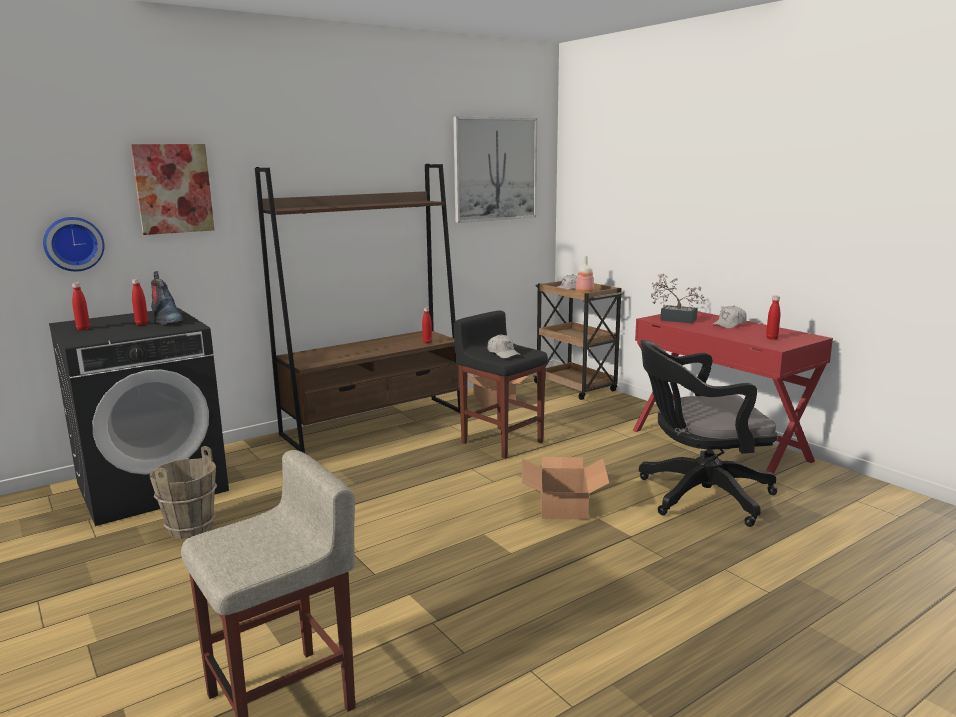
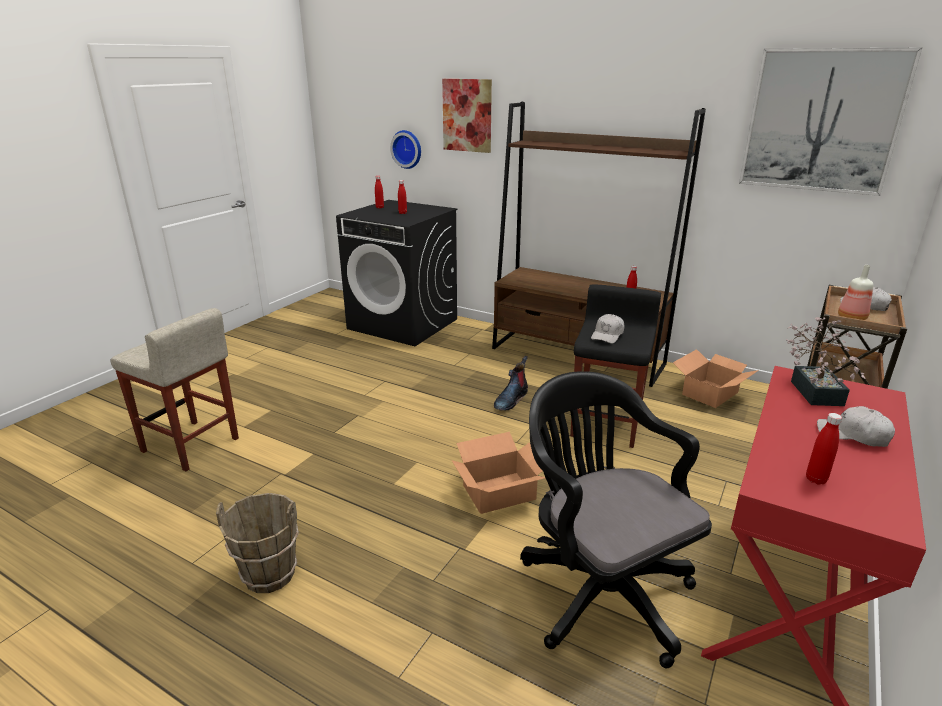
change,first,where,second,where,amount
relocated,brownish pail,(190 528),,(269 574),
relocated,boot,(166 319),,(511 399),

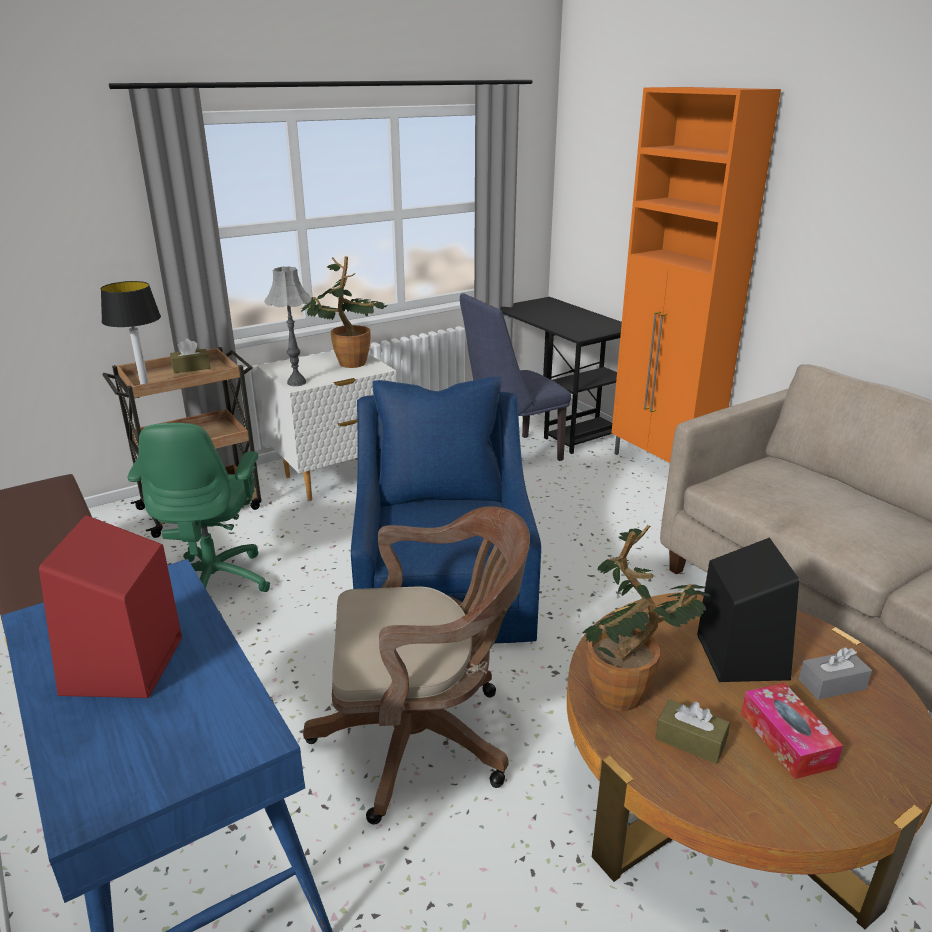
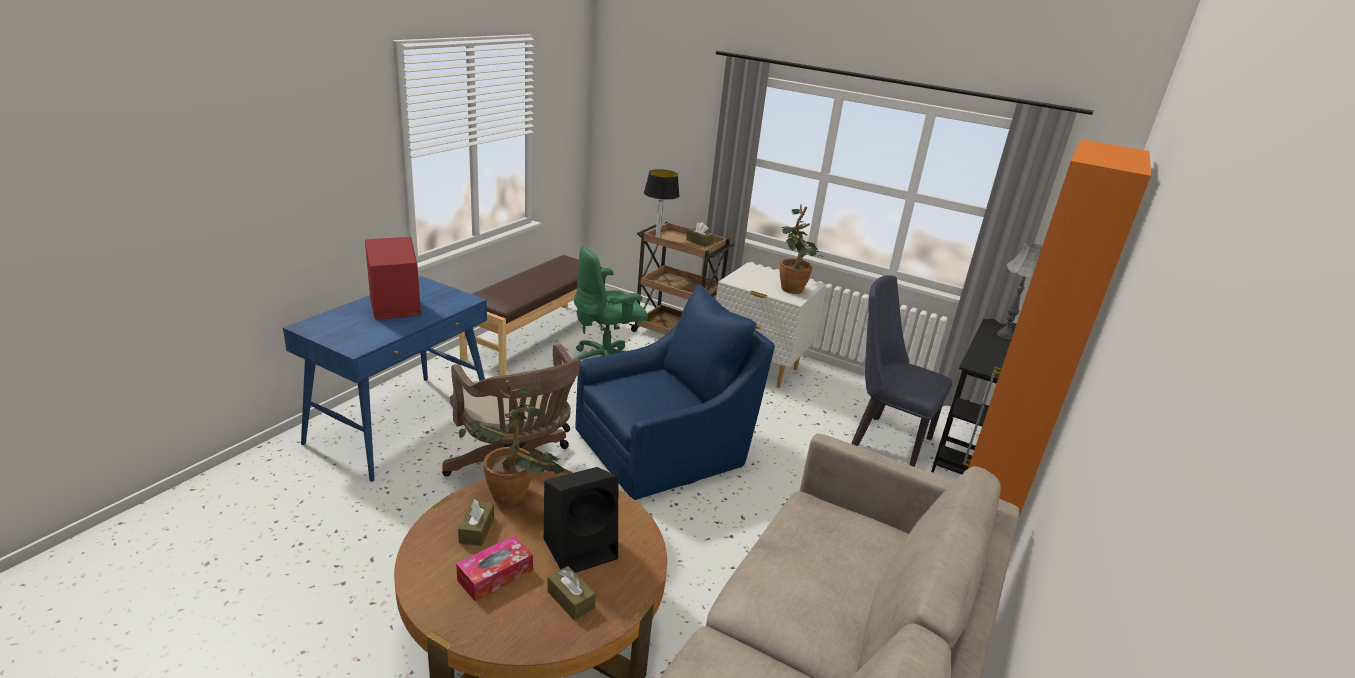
change,first,where,second,where,amount
colour,greyish box of tissues,(832 684),brownish box of tissues,(570 600),
relocated,greyish tabletop lamp,(297 383),,(1005 335),

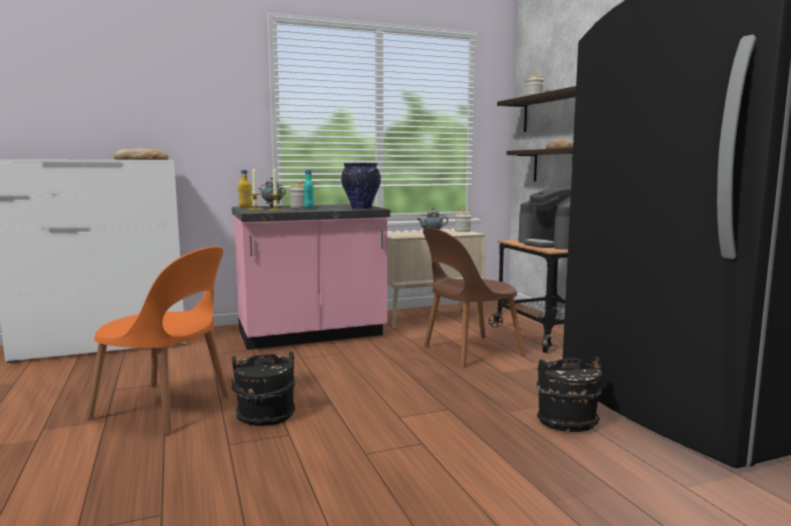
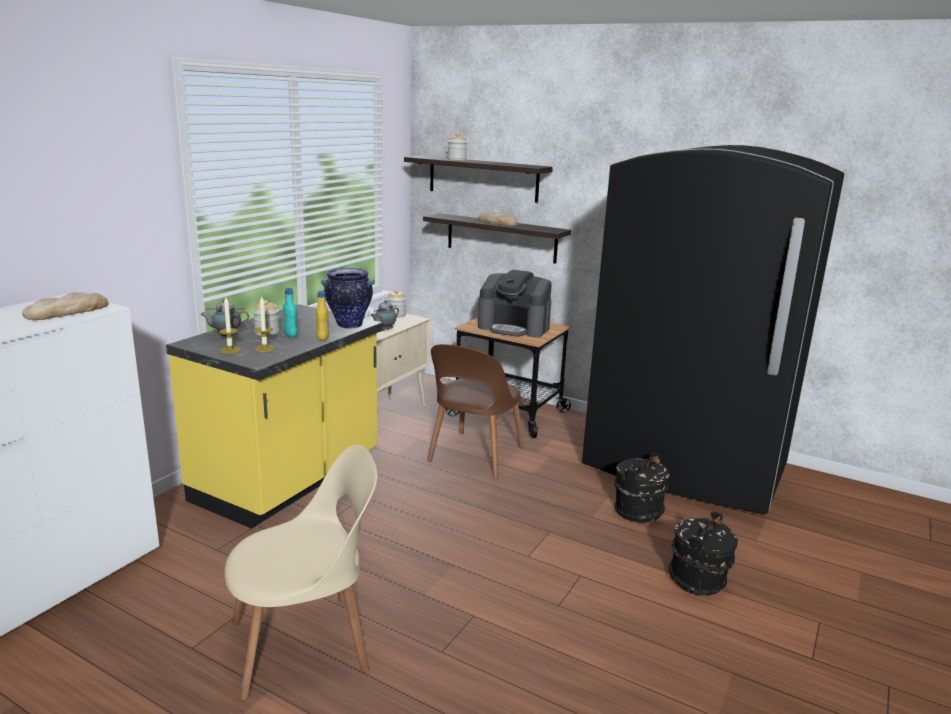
change,first,where,second,where,amount
colour,pinkish kitchen counter,(311 334),yellow-coloured kitchen counter,(289 481),
colour,orange chair,(165 408),sand-coloured chair,(306 644),
relocated,yellow-coloured bottle,(245 207),,(322 339),
relocated,black pail,(265 415),,(698 580),

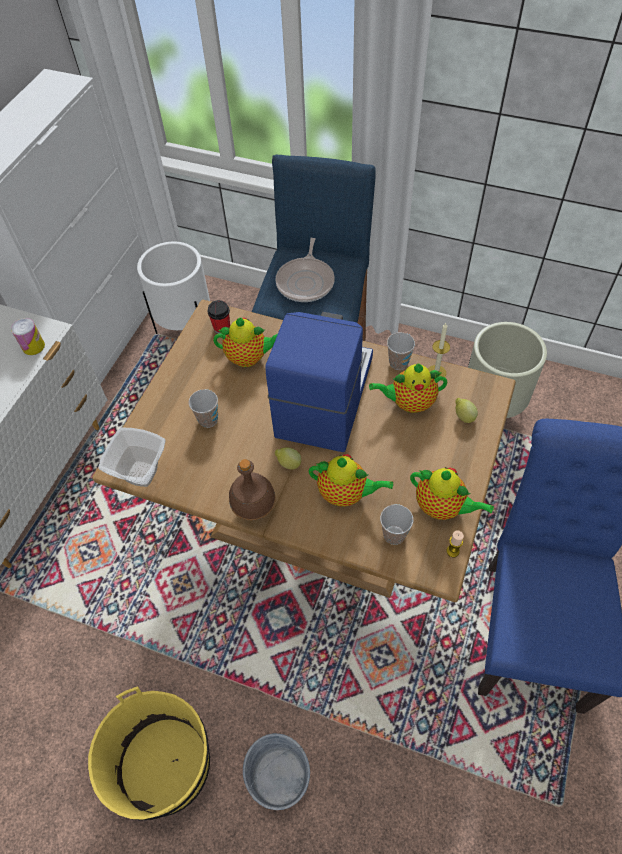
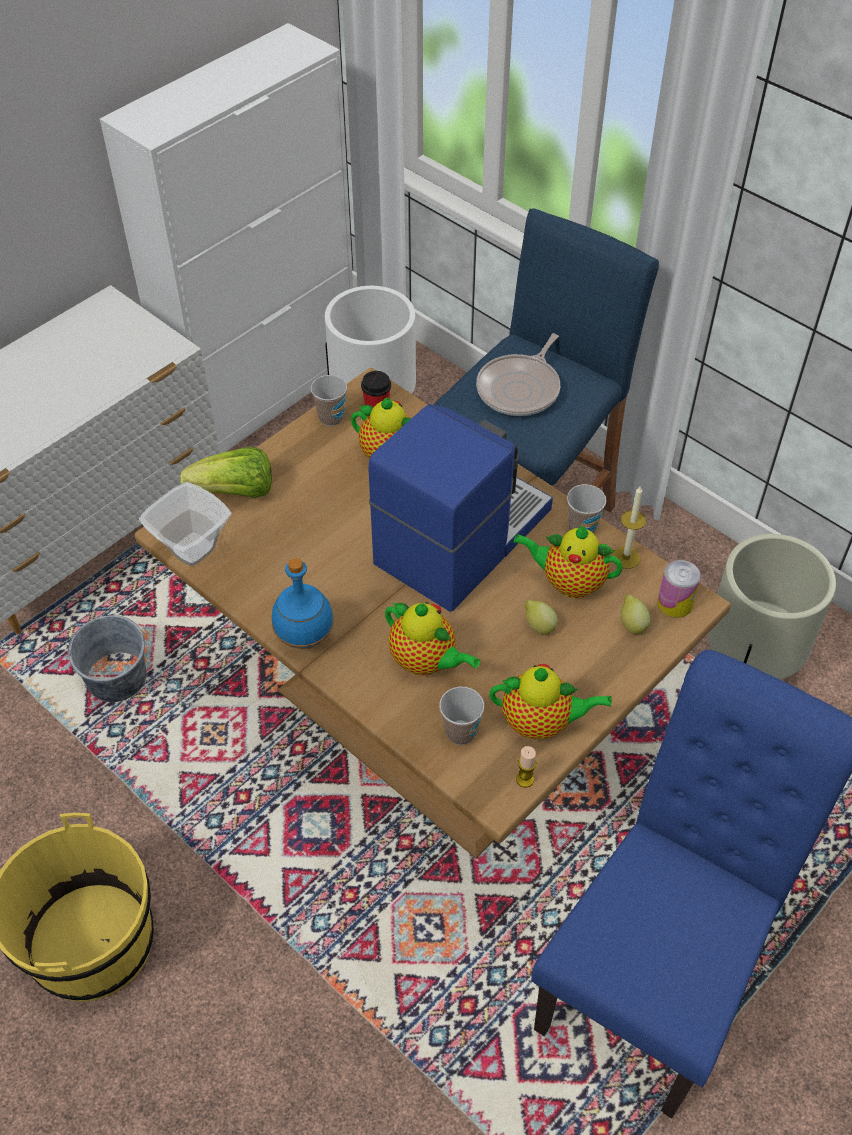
change,first,where,second,where,amount
relocated,greyish pail,(279 777),,(116 678),
appeared,,,head of lettuce,(235 492),
colour,brownish bottle,(254 508),bluish bottle,(305 638),
relocated,cup,(208 420),,(331 418),
spun,teapot,(442 507),,(541 723),45 degrees counterclockwise
relocated,citrus fruit,(288 464),,(538 626),
relocated,sealed can,(33 346),,(675 603),

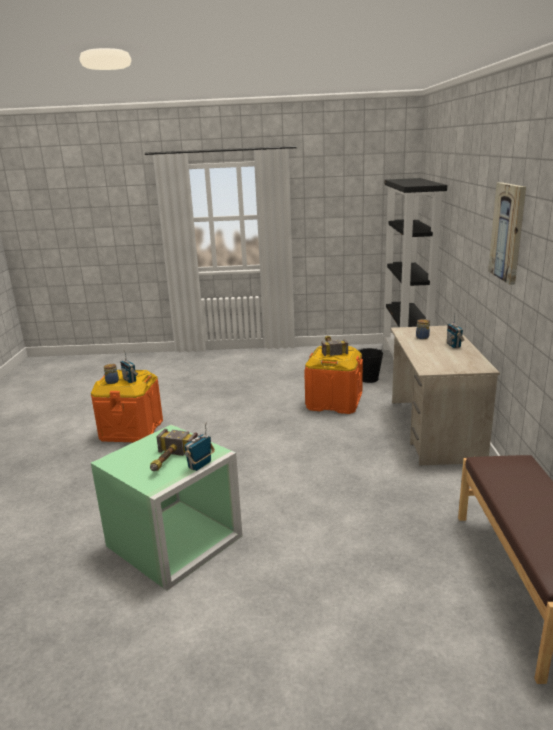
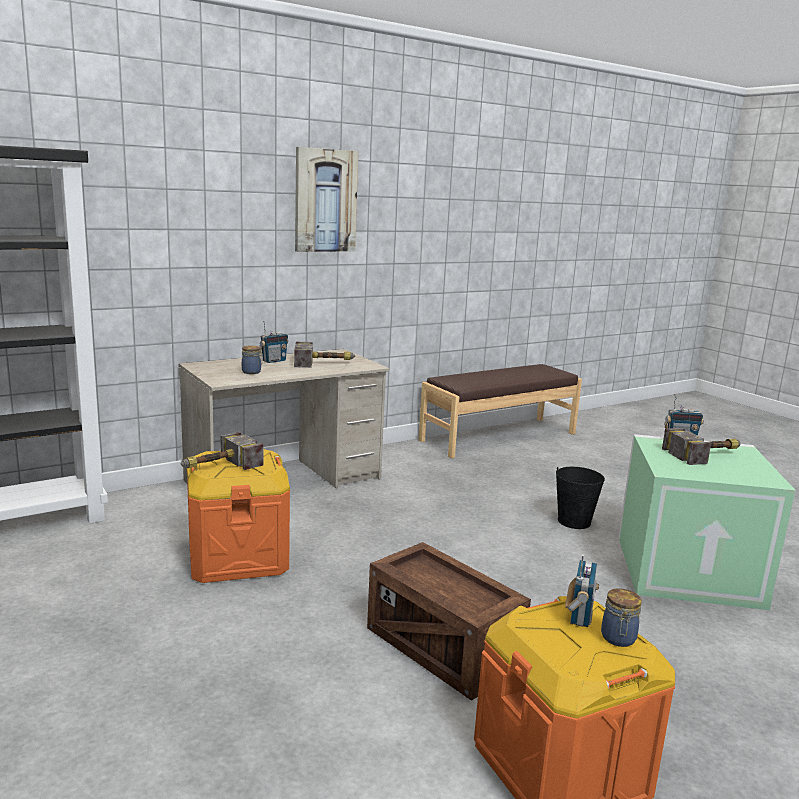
change,first,where,second,where,amount
appeared,,,hand hammer,(325 363),
appeared,,,crate,(442 648),
relocated,black pail,(369 379),,(574 521),

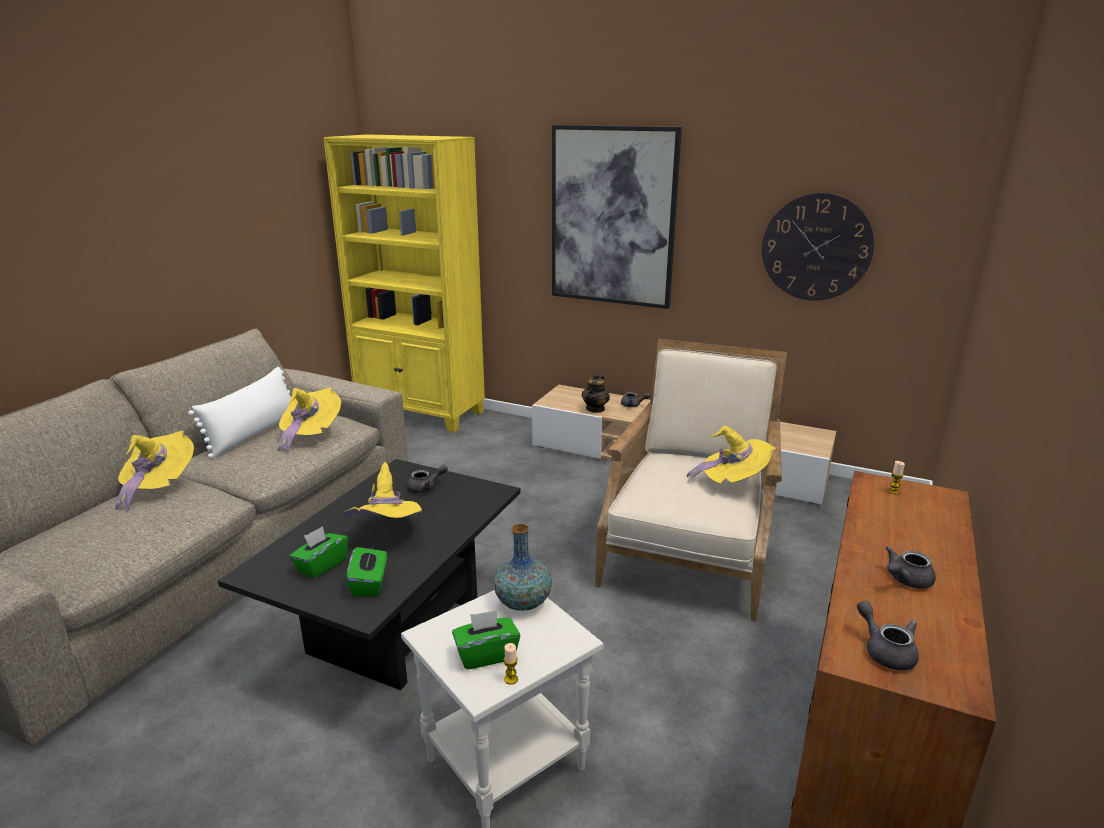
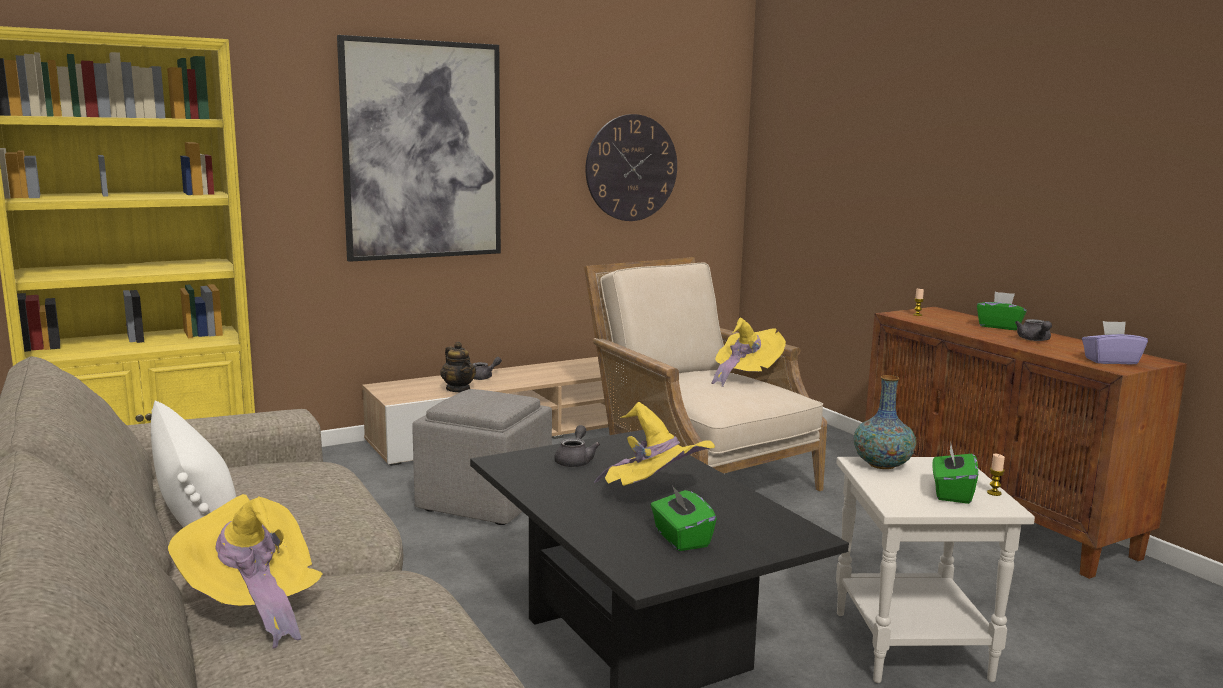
change,first,where,second,where,amount
appeared,,,greyish ottoman,(486 501),
relocated,green-coloured box of tissues,(369 584),,(999 326),
exchanged,greyish teapot,(885 651),purplish box of tissues,(1110 361),
missing,yellow-coloured clothing hat,(310 435),,,

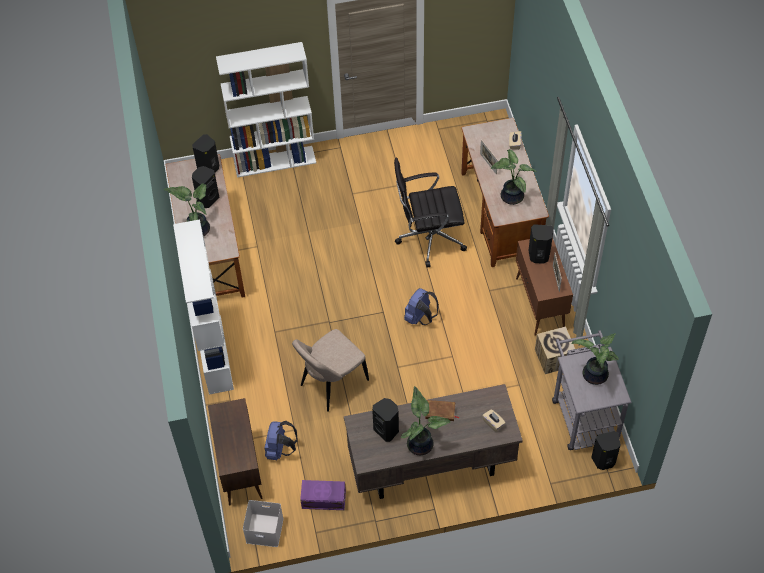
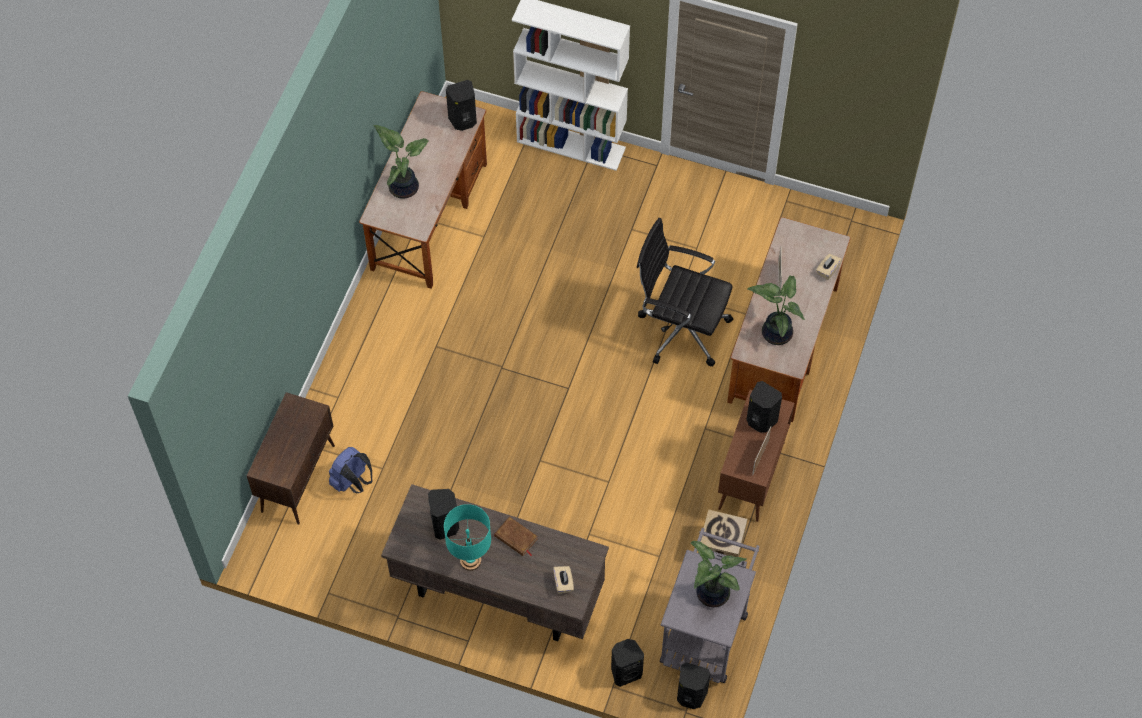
change,first,where,second,where,amount
exchanged,potted plant,(421 443),blue-green tabletop lamp,(470 561),
relocated,black audio speaker,(207 199),,(625 672),
missing,white-coloured shelving unit,(214 354),,,
missing,white-coloured storage container,(264 531),,,
missing,sand-coloured chair,(331 384),,,
missing,purplish storage container,(324 500),,,
missing,bluish backpack,(420 318),,,

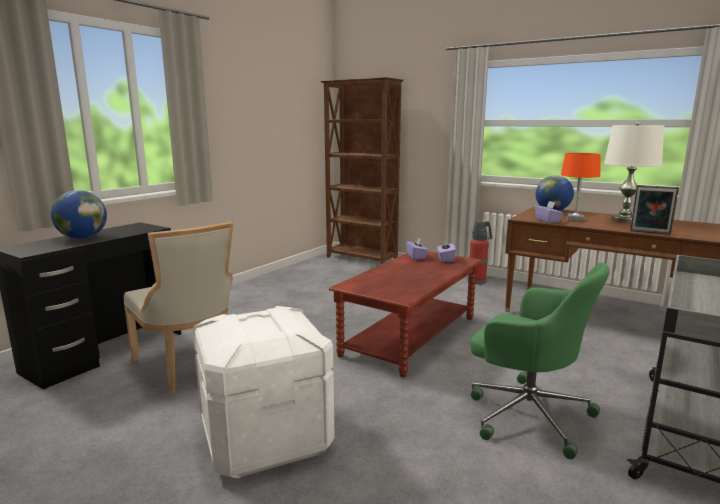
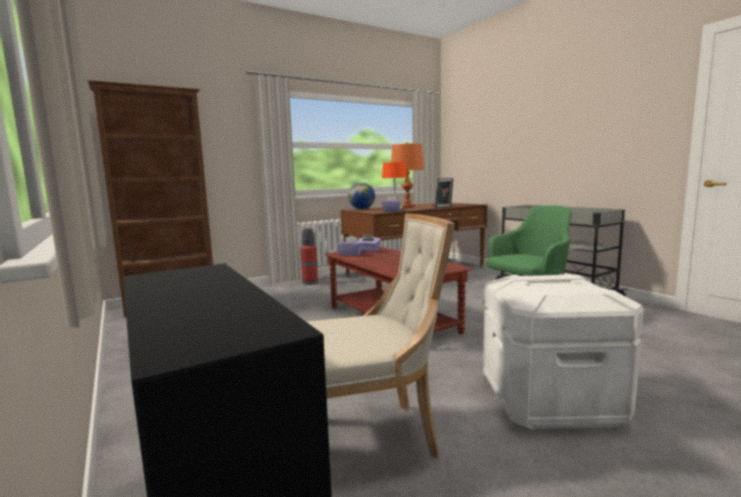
change,first,where,second,where,amount
colour,white-coloured tabletop lamp,(624 220),orange tabletop lamp,(407 206),
missing,globe,(82 238),,,

